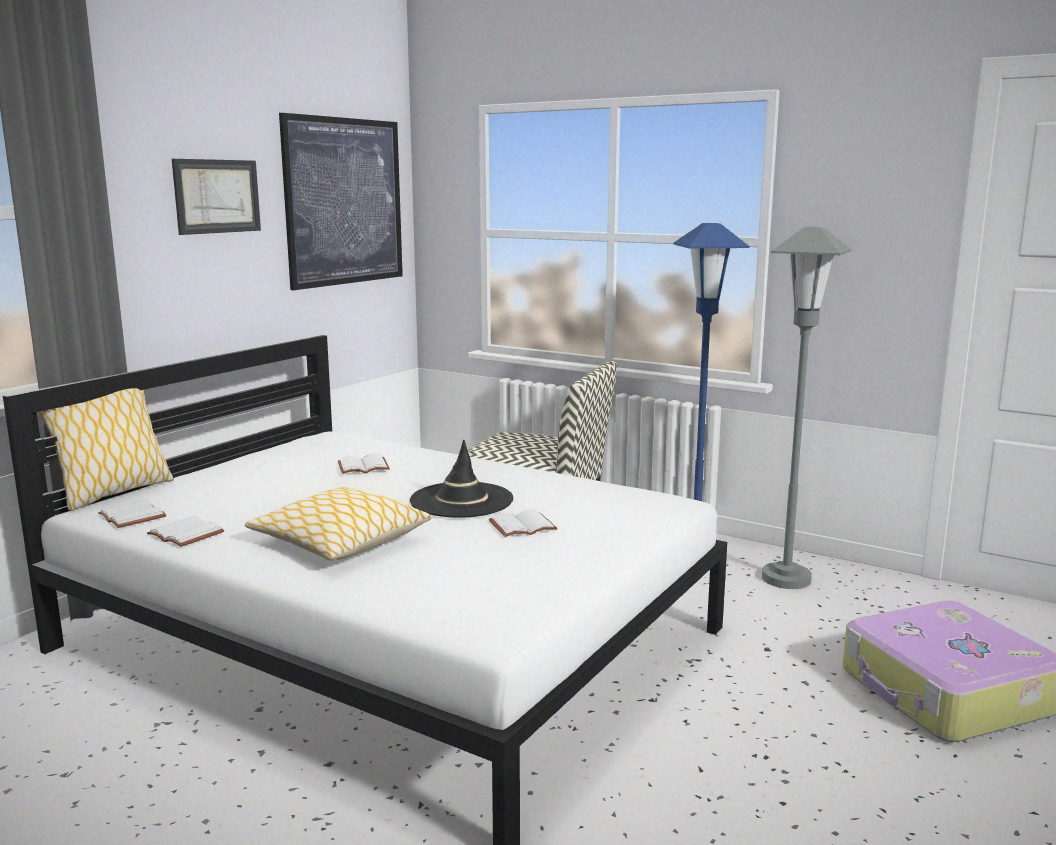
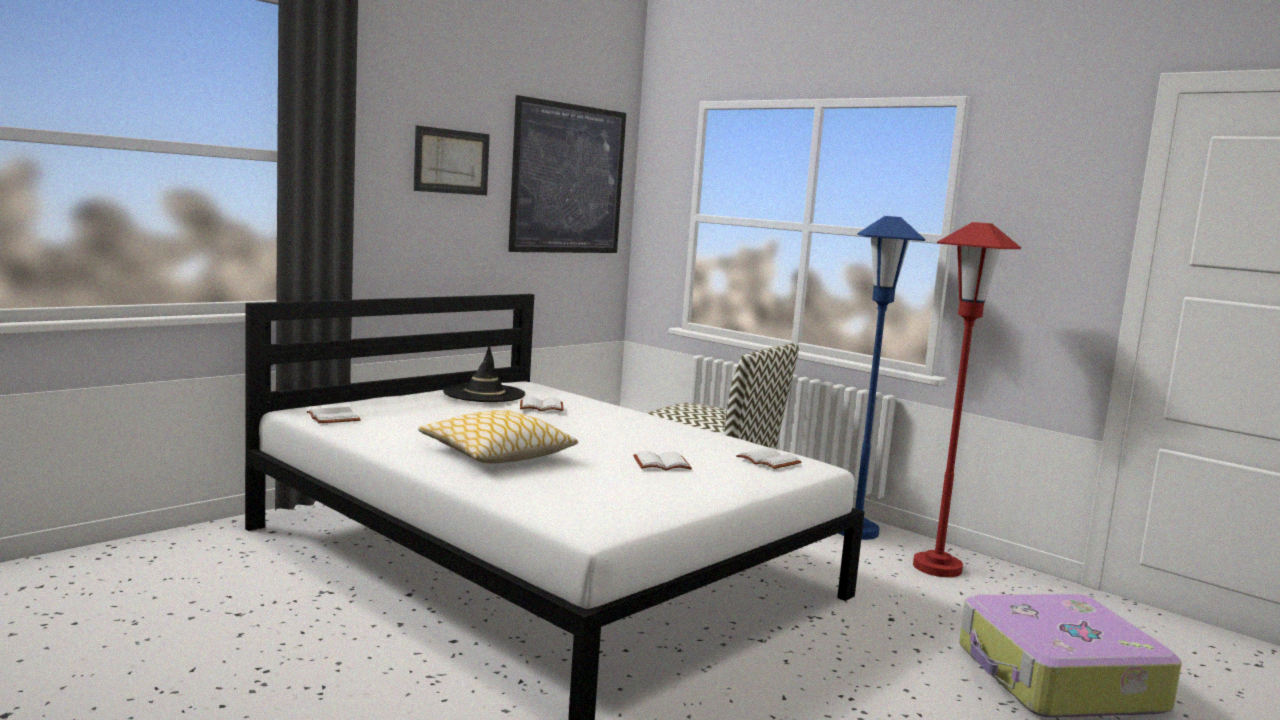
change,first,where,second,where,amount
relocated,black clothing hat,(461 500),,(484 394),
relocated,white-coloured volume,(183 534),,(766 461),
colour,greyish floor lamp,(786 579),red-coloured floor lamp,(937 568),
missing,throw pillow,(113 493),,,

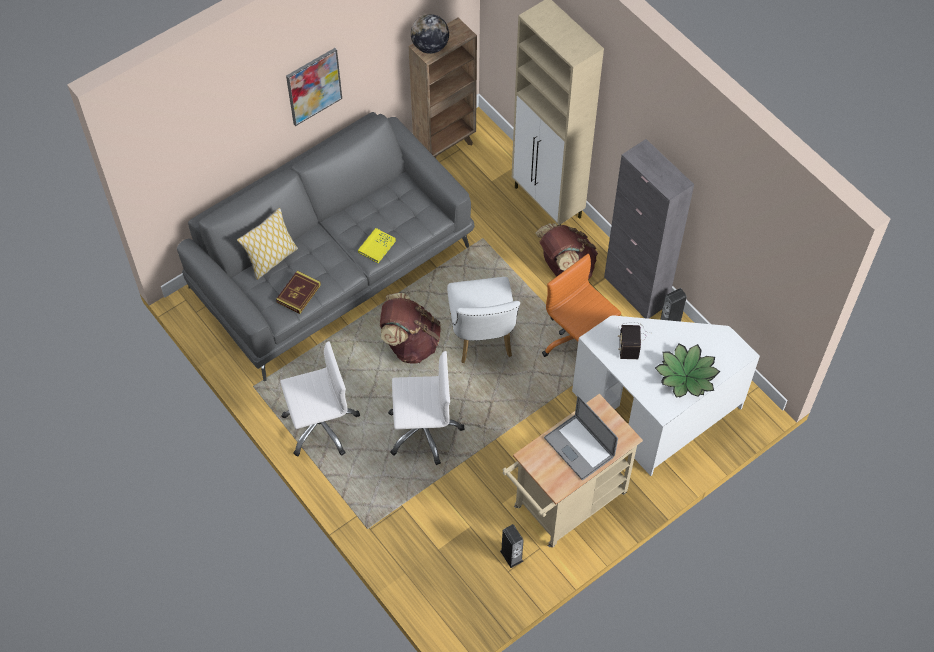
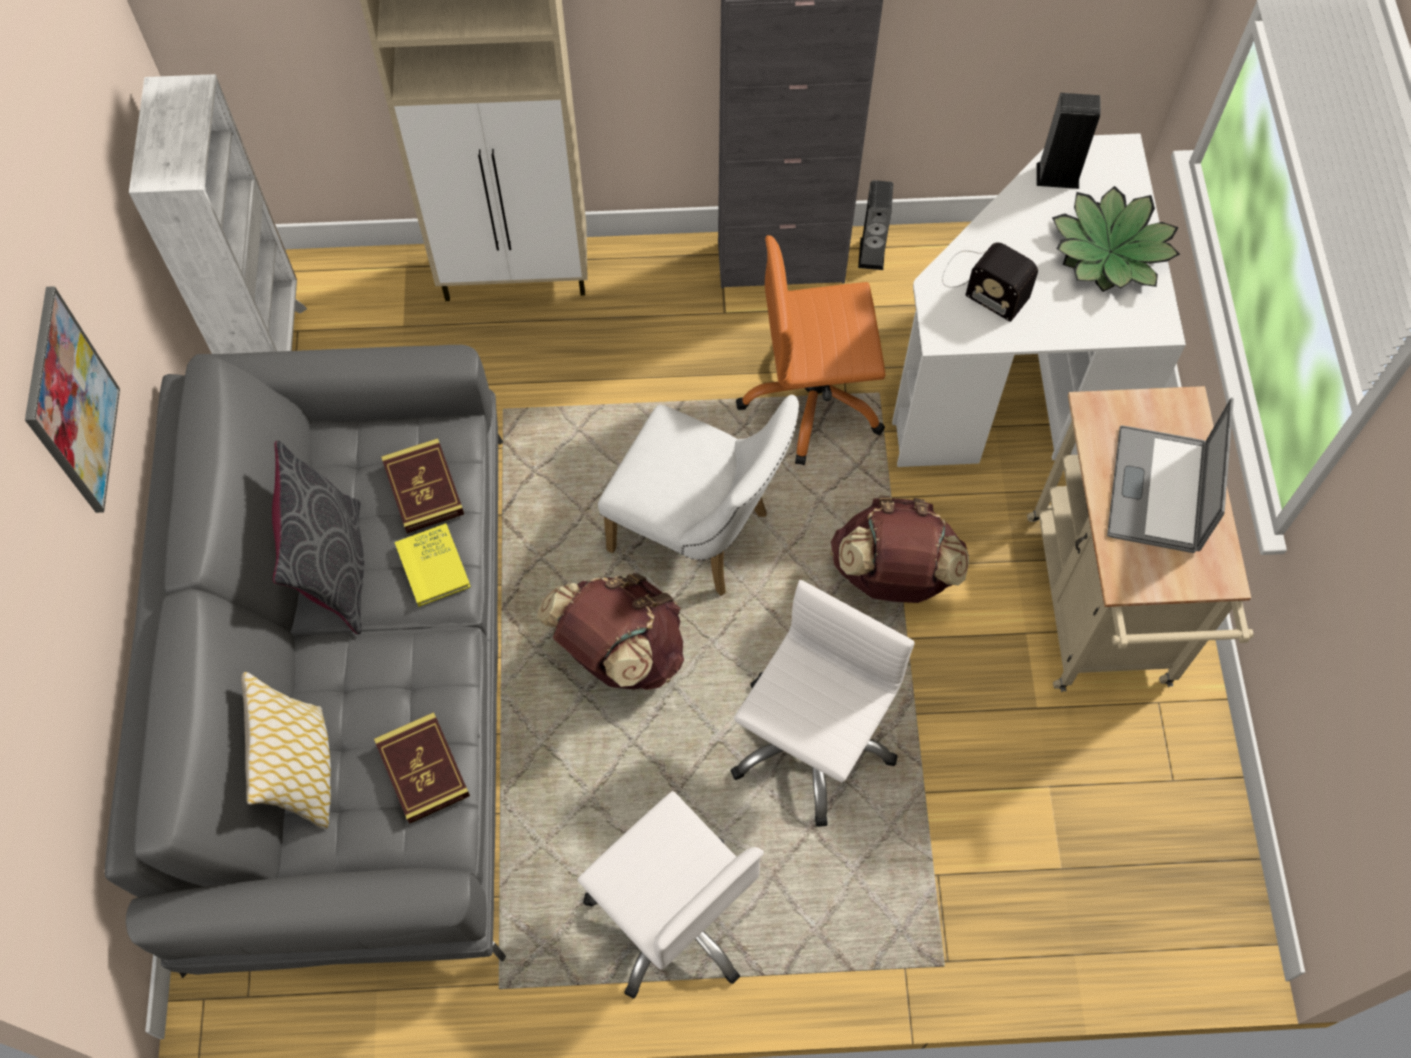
change,first,where,second,where,amount
colour,brownish shelving unit,(445 146),white-coloured shelving unit,(272 348),
appeared,,,greyish throw pillow,(334 569),
appeared,,,volume,(423 488),
spun,white-coloured desk chair,(320 425),,(674 914),120 degrees clockwise
relocated,brownish backpack,(565 267),,(893 575),
relocated,audio speaker,(511 556),,(1057 175),
spun,laptop,(579 447),,(1158 489),105 degrees clockwise
missing,globe,(430 47),,,

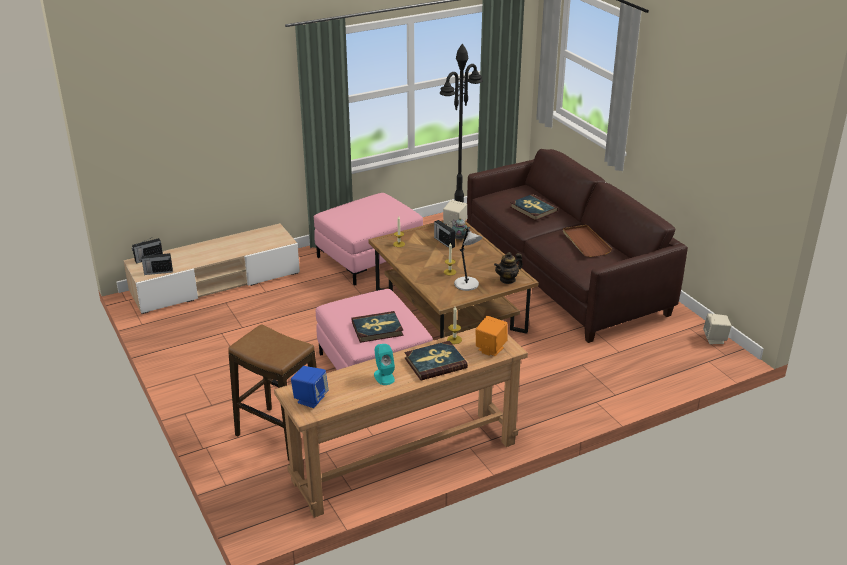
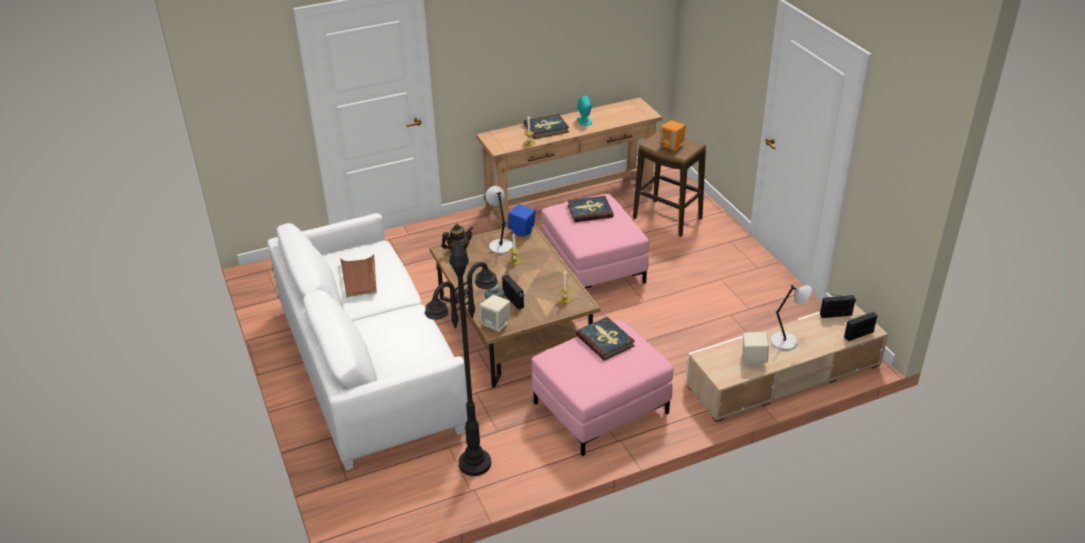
change,first,where,second,where,amount
colour,brownish couch,(564 277),white-coloured couch,(369 367),
relocated,bluish audio speaker,(310 399),,(522 231),
relocated,volume,(533 209),,(605 340),
relocated,orange audio speaker,(490 349),,(672 145),
relocated,sand-coloured audio speaker,(715 339),,(753 359),
appeared,,,greyish tabletop lamp,(785 341),

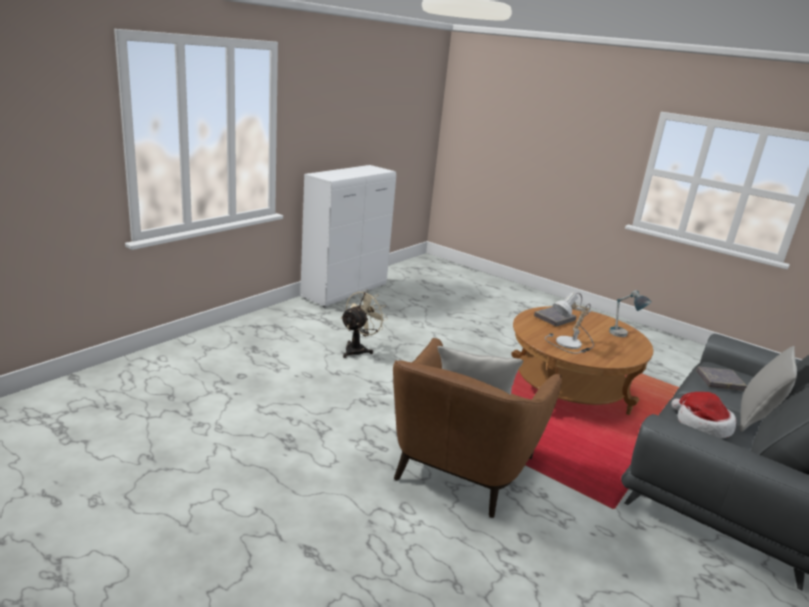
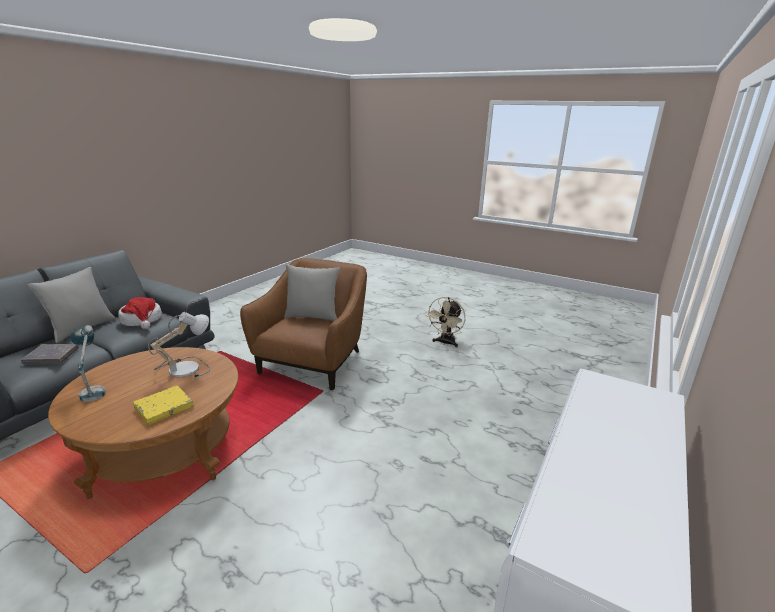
change,first,where,second,where,amount
colour,greyish volume,(554 319),yellow-coloured volume,(164 407),
relocated,sand-coloured cooling fan,(358 349),,(445 343),

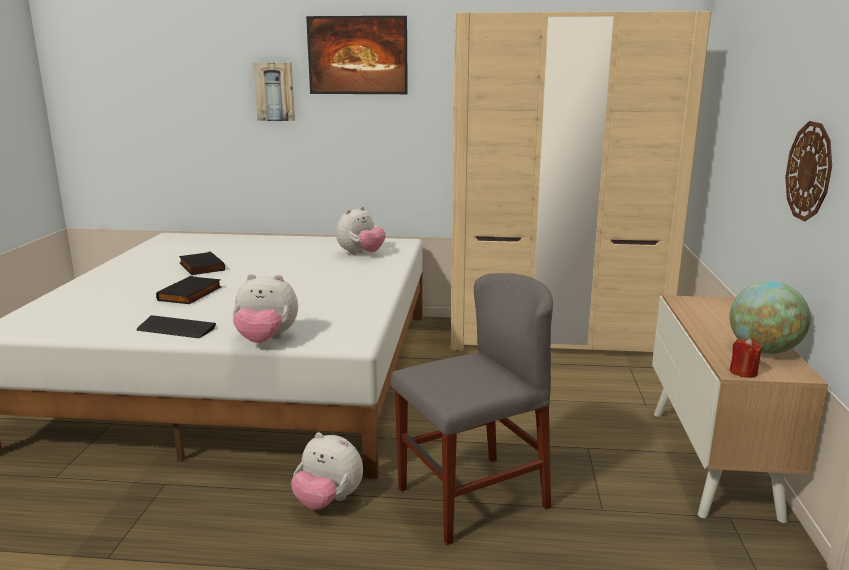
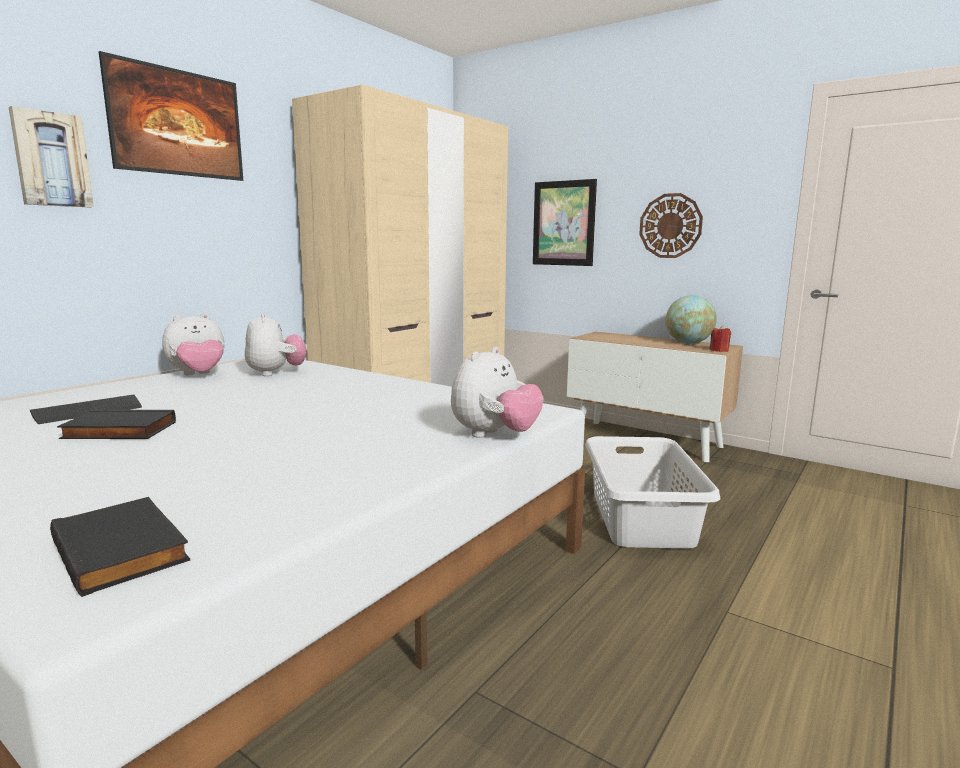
change,first,where,second,where,amount
relocated,computer keyboard,(176 329),,(88 411),
relocated,black volume,(191 294),,(124 550),
relocated,soft toy,(328 501),,(198 375),
appeared,,,wall picture,(563 223),
exchanged,greyish chair,(472 498),greyish laundry basket,(642 517),

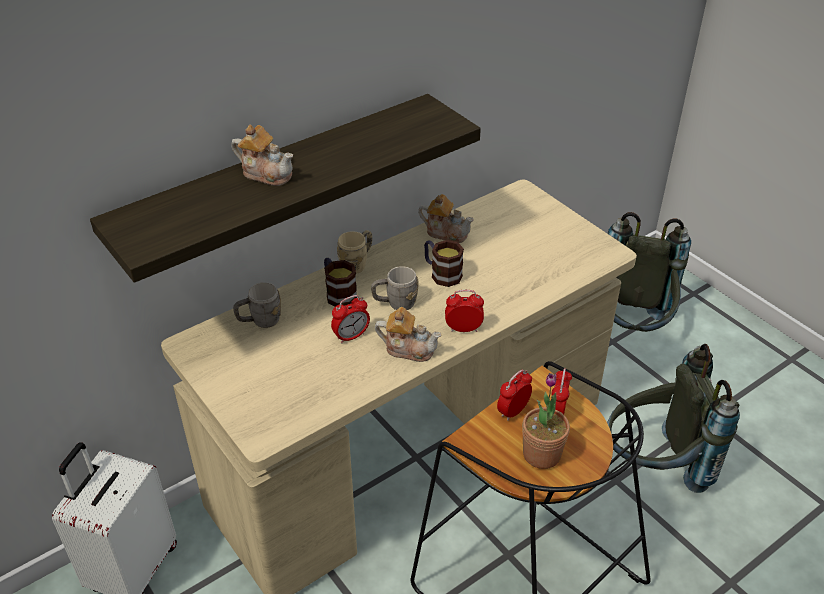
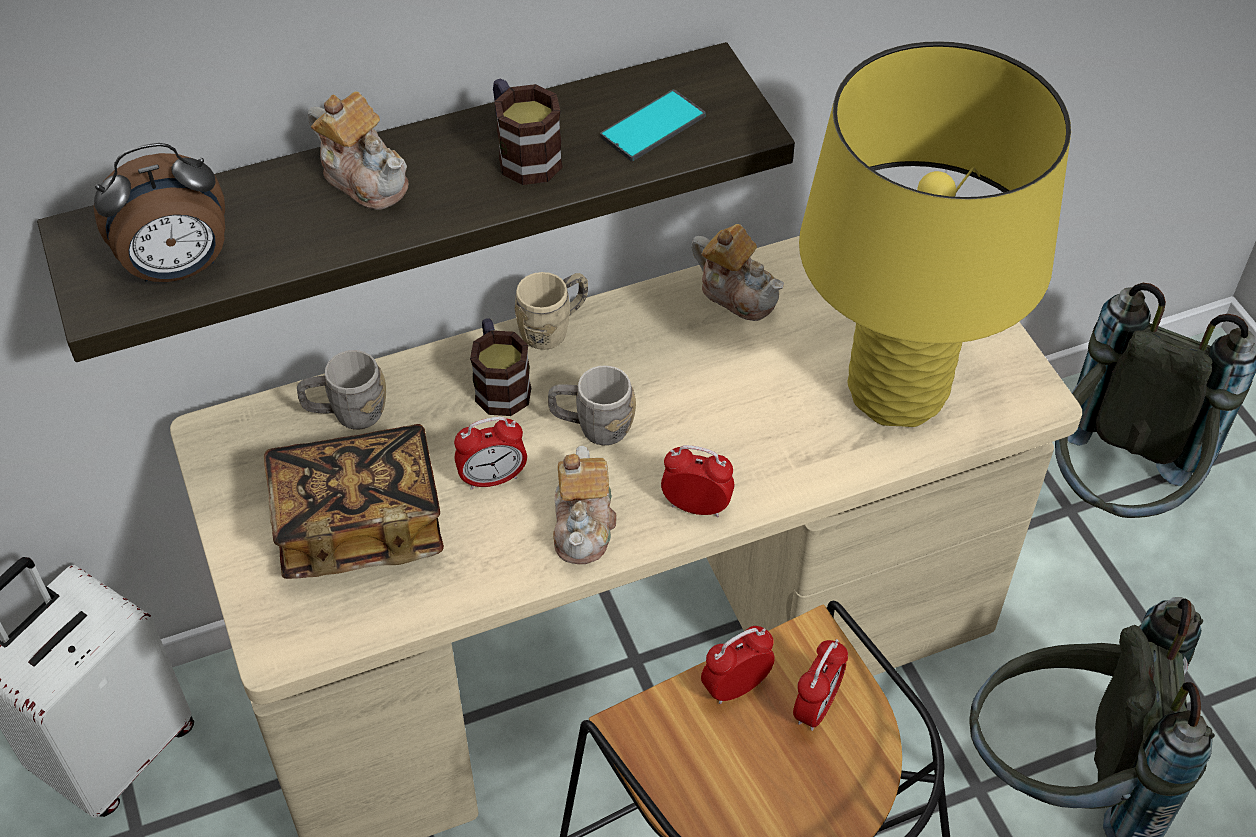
change,first,where,second,where,amount
appeared,,,bedside clock,(178 269),
appeared,,,volume,(359 524),
relocated,mug,(441 273),,(523 154),
spun,teapot,(408 348),,(584 526),60 degrees clockwise
appeared,,,phone,(652 126),
appeared,,,yellow-coloured tabletop lamp,(896 392),
missing,potted plant,(541 454),,,

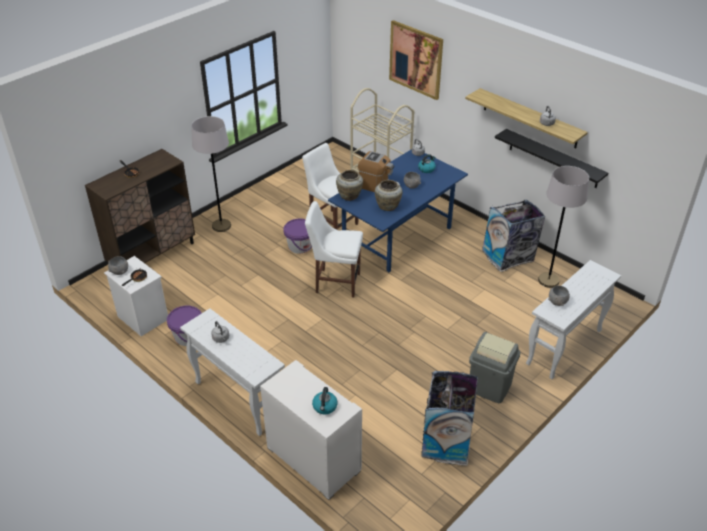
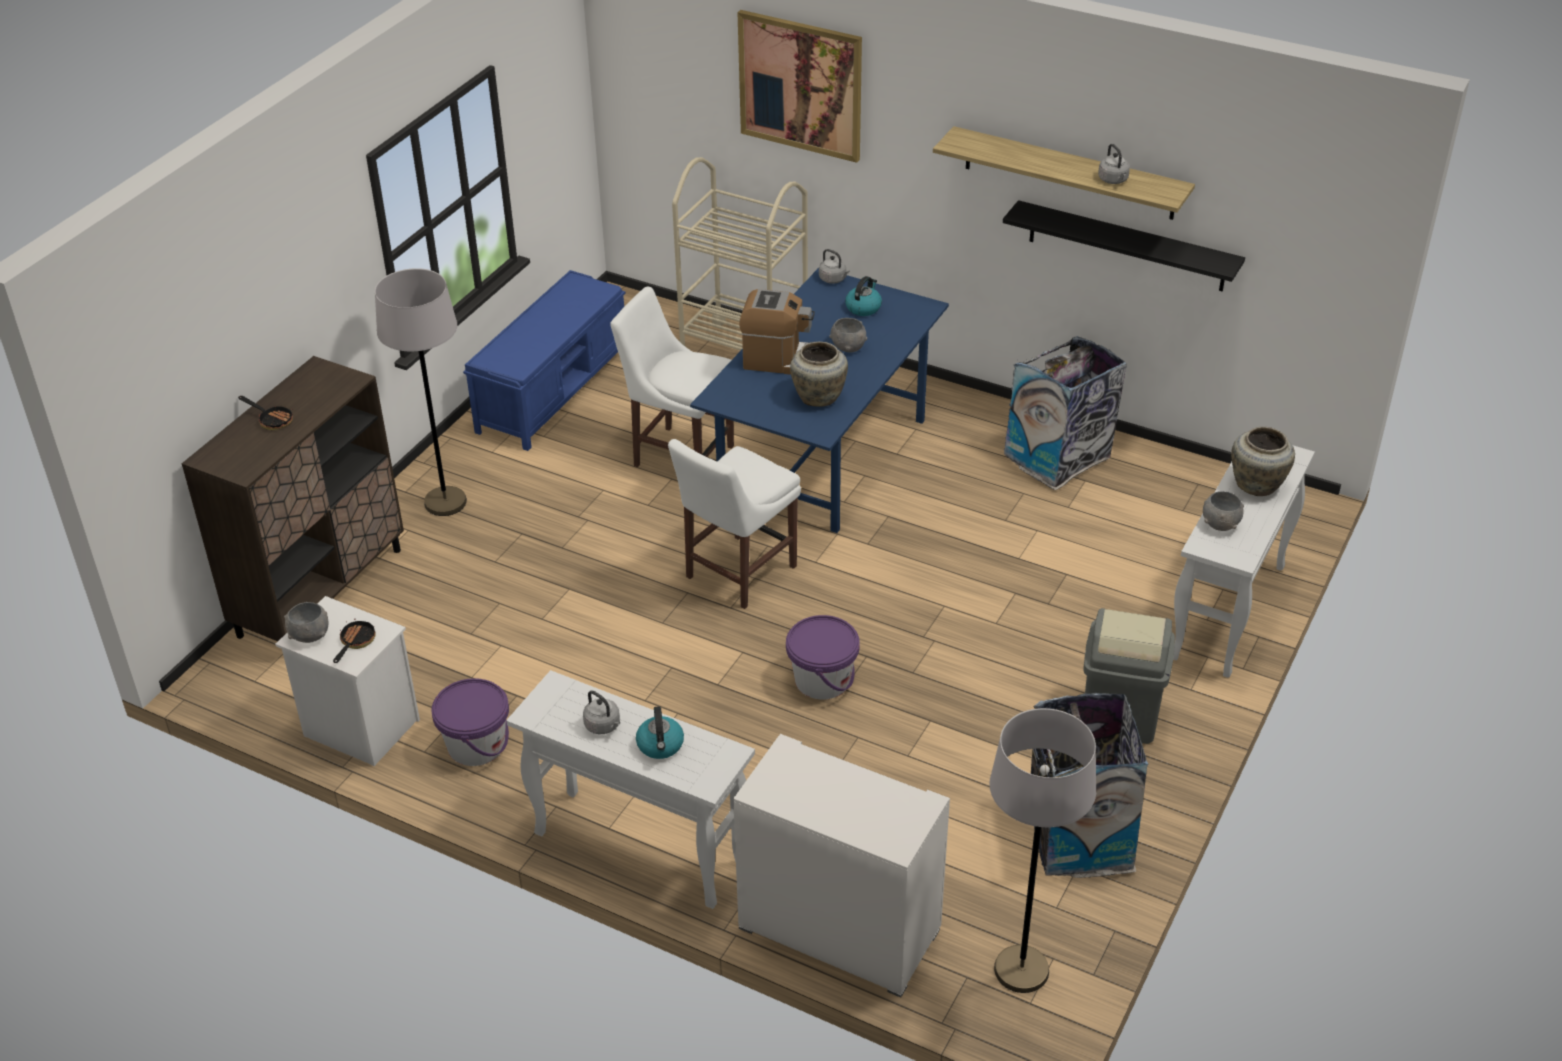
change,first,where,second,where,amount
appeared,,,bluish bench,(554 391),
relocated,kettle,(325 407),,(660 745),
spun,white-coloured chair,(335 282),,(737 574),45 degrees counterclockwise
relocated,purplish pail,(300 246),,(822 680),
relocated,greyish floor lamp,(548 280),,(1021 970),
relocated,sand-coloured vase,(350 196),,(1257 485),

